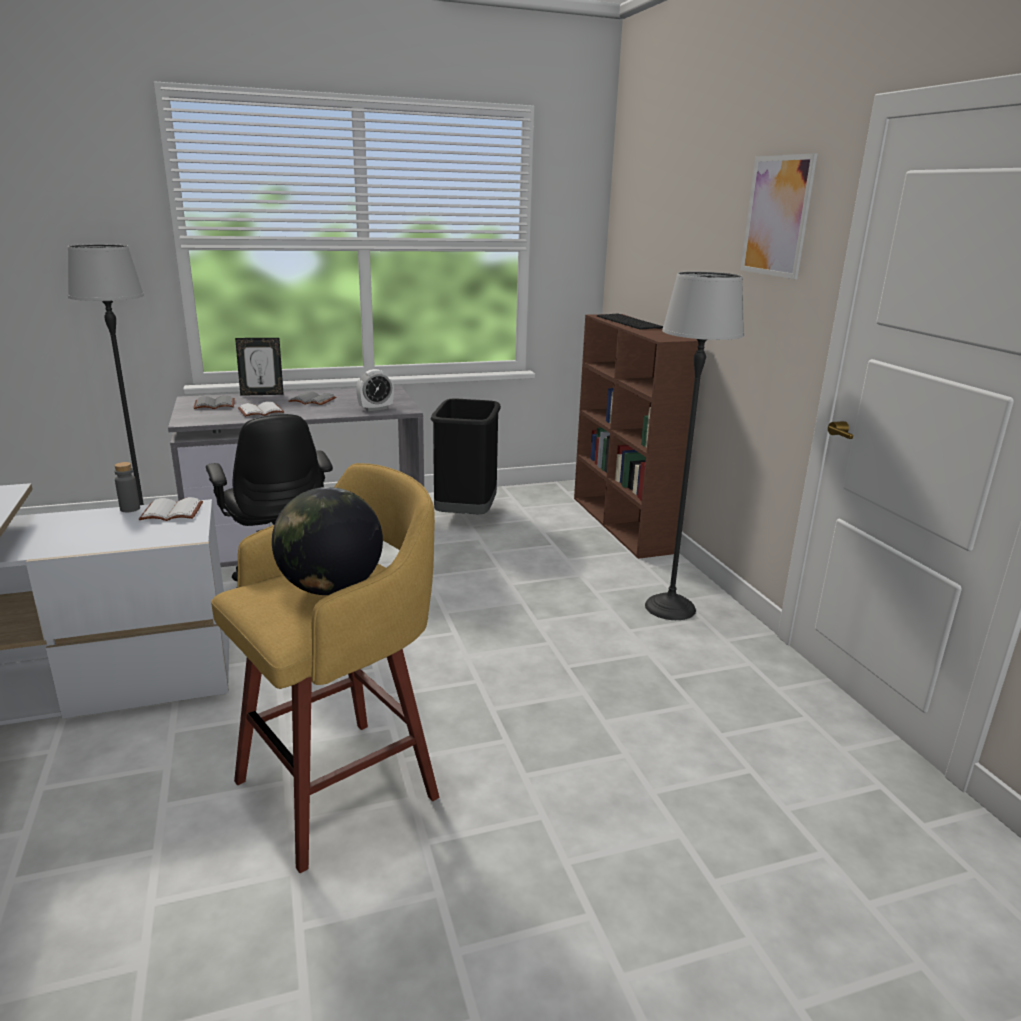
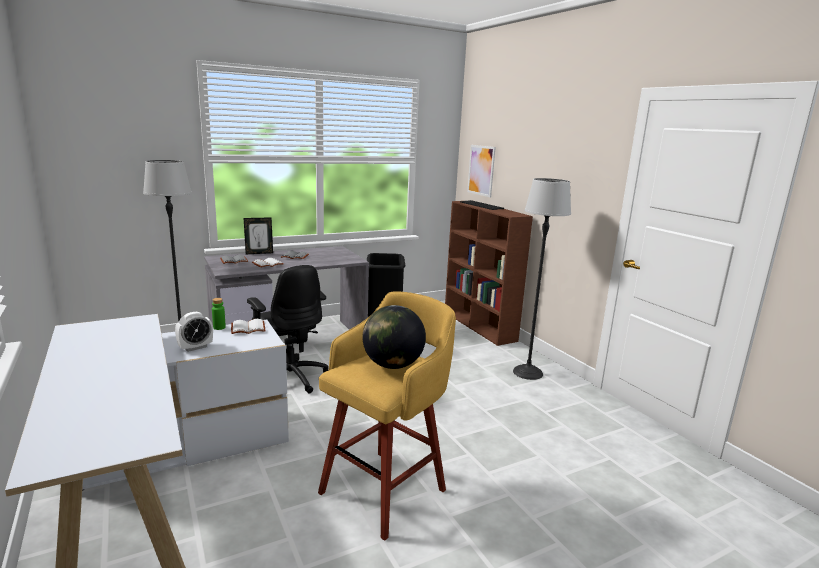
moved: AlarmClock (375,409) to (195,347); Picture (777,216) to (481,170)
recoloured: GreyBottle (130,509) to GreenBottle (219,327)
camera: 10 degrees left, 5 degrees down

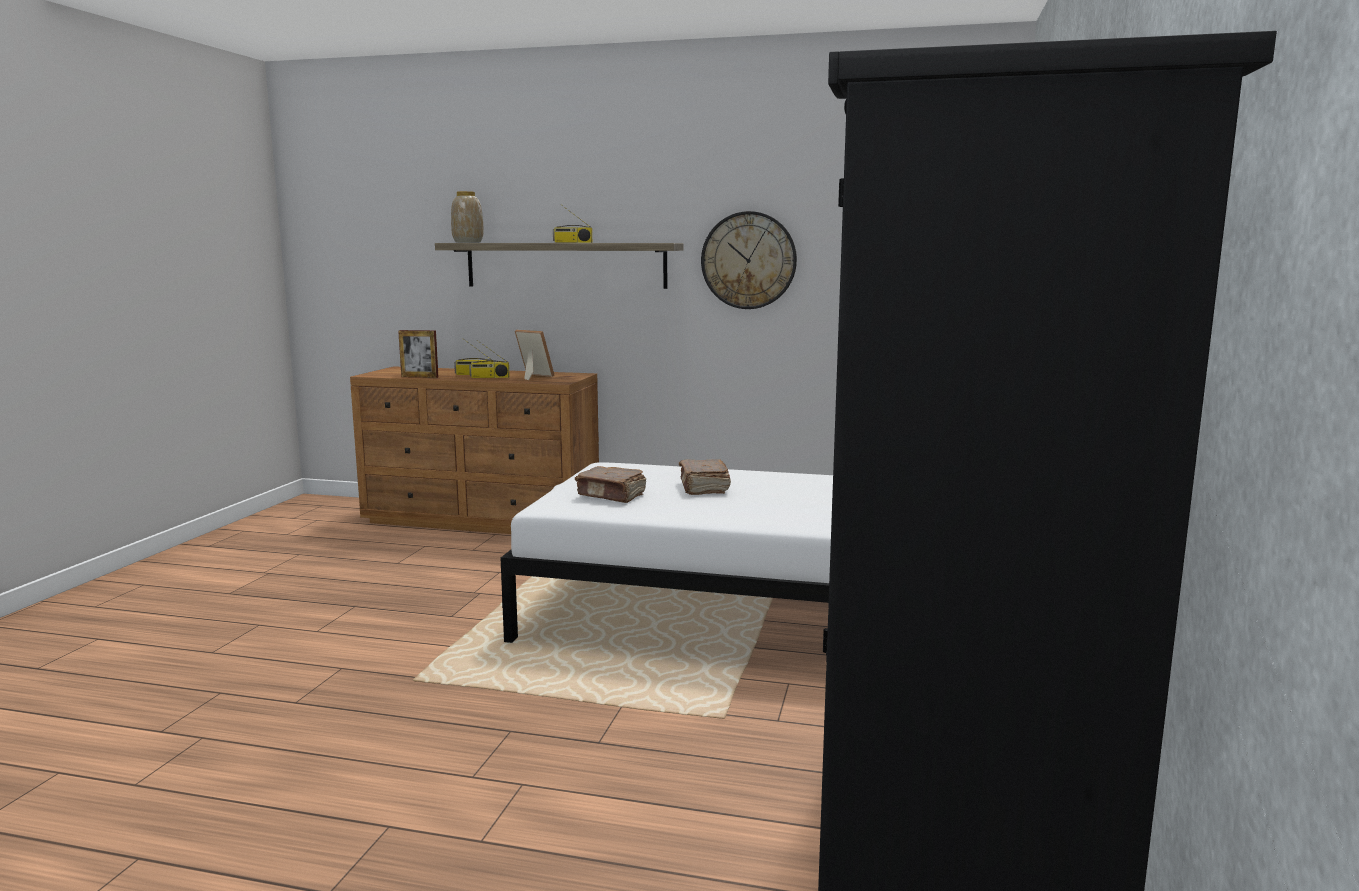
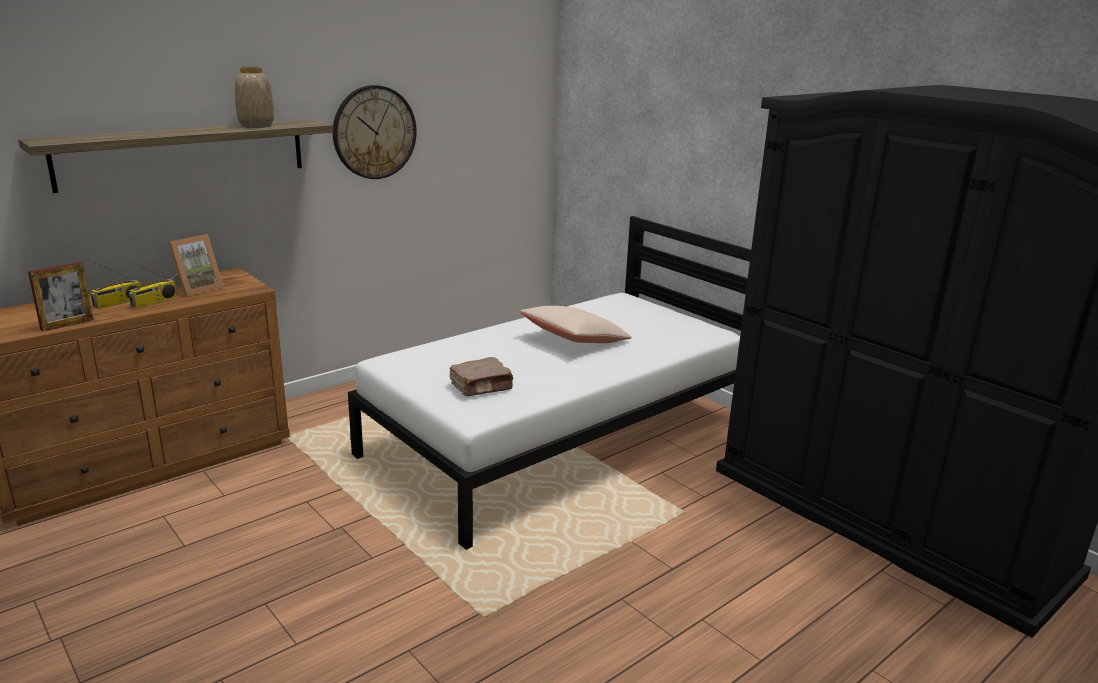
removed: Radio (572,242); BrownBook (703,487)
added: BeigePillow (574,340)
moved: Vase (468,242) to (256,126)
turned: PictureFrame (532,376) = (196,289) 150 degrees clockwise
camera: 55 degrees left, 10 degrees up

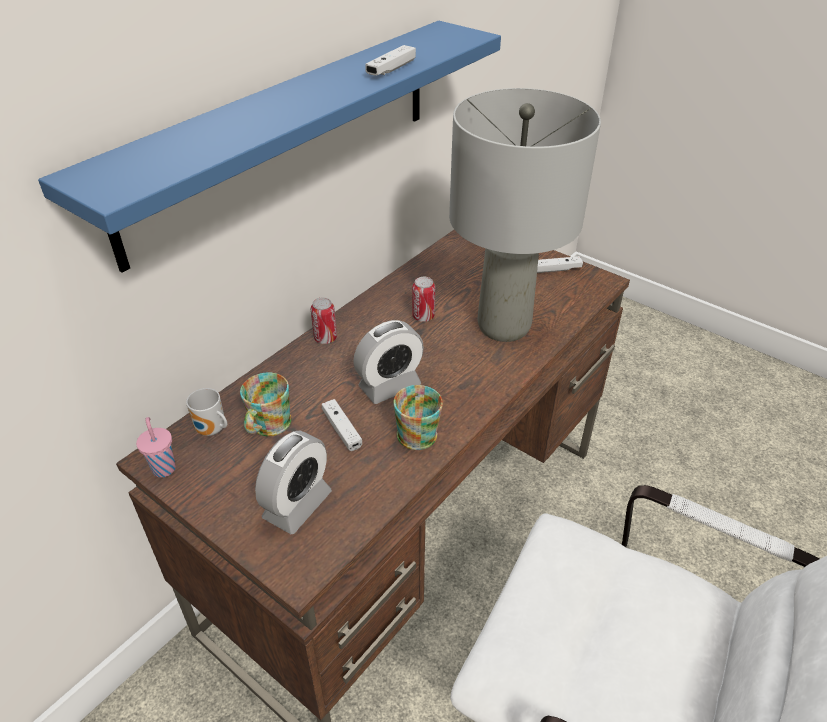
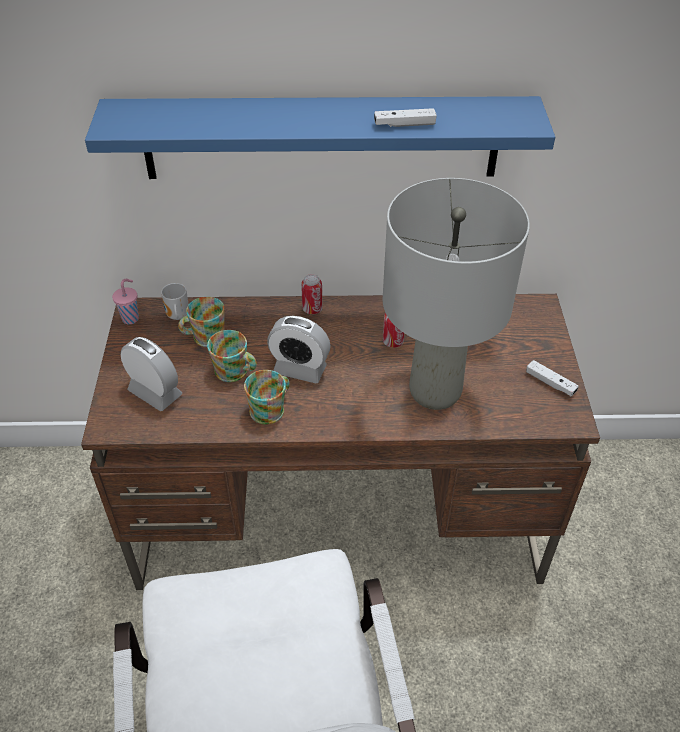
replaced: WhiteGameController (342,430) to Mug (235,372)
turned: AlarmClock (297,505) = (155,392) 135 degrees counterclockwise
camera: 50 degrees right, 5 degrees up

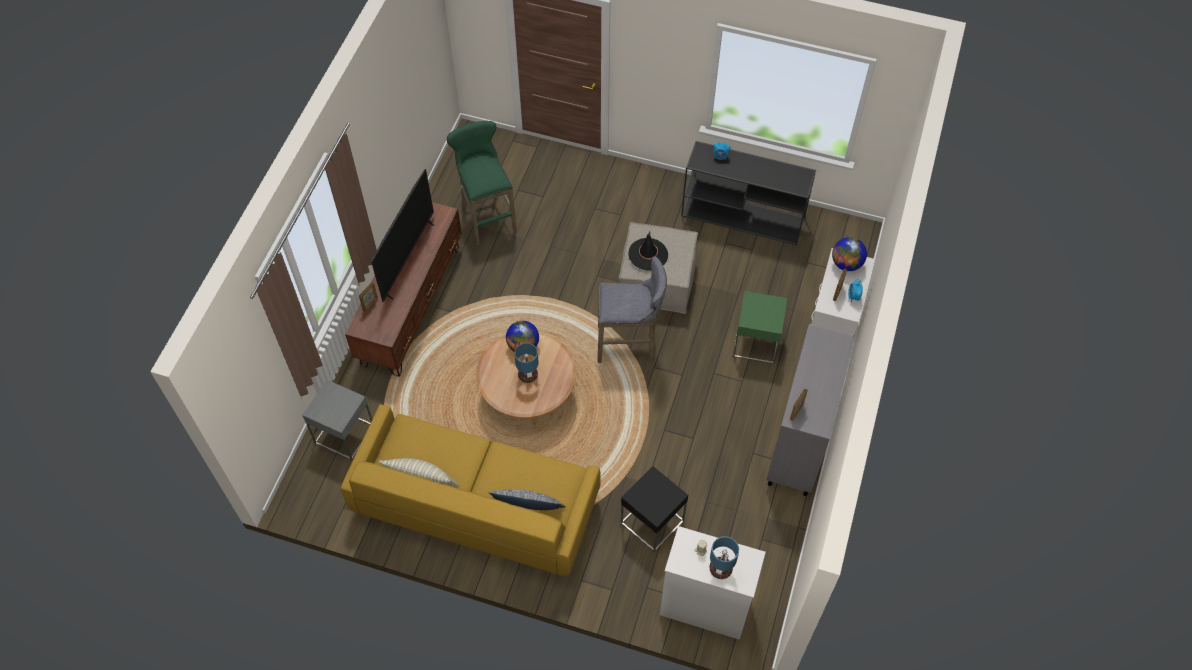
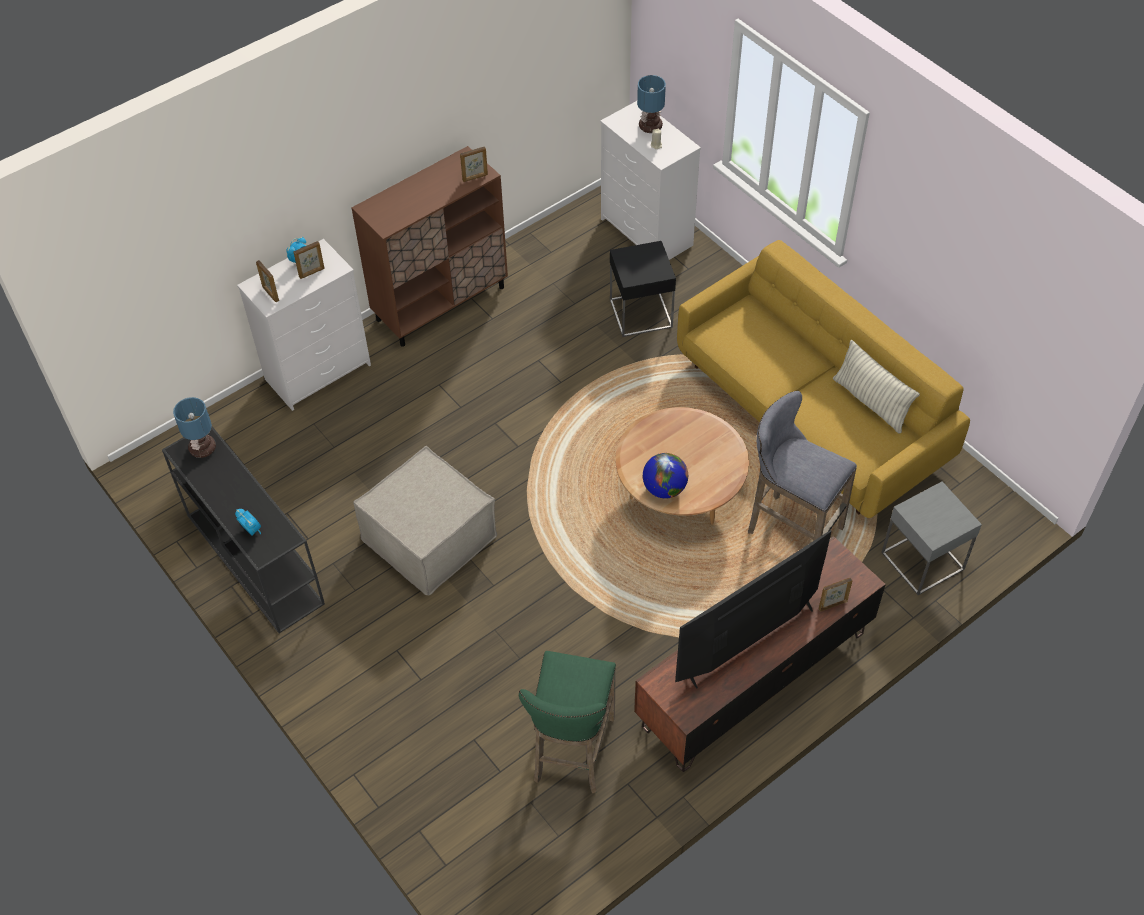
removed: Pillow (527,505); BlackHat (648,254); GreenSideTable (756,343)
moved: TableLamp (528,375) to (202,447); GreyStool (629,344) to (790,529)
replaced: Globe (846,264) to PictureFrame (270,294)
recoloured: GreyCabinet (799,444) to BrownCabinet (441,303)
camera: 145 degrees left, 5 degrees down

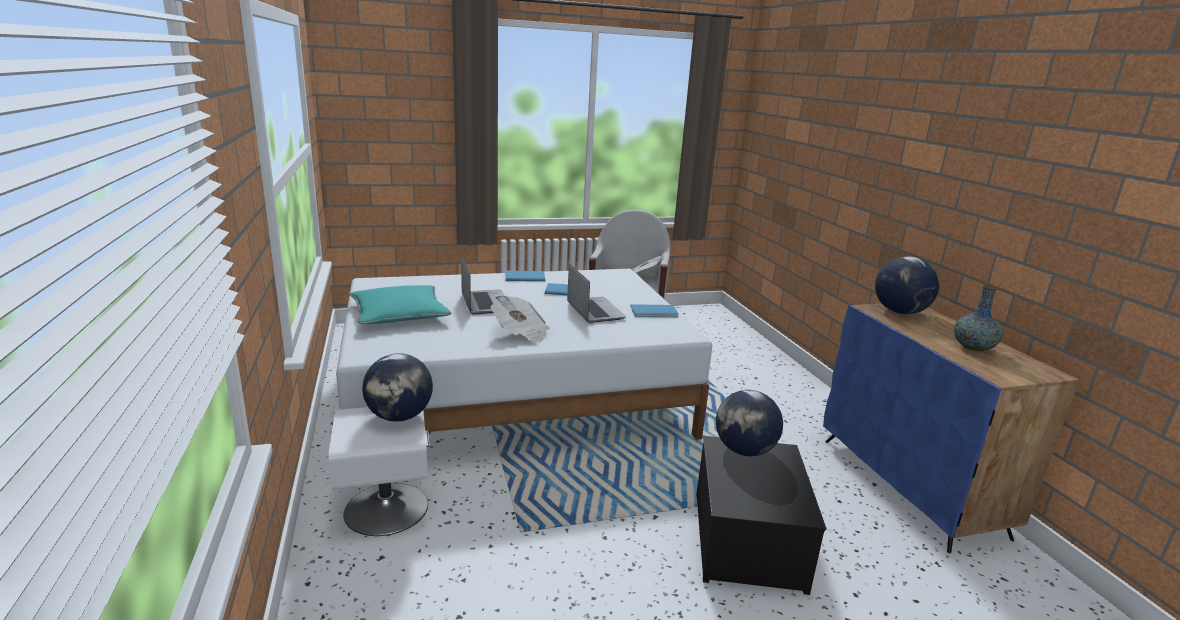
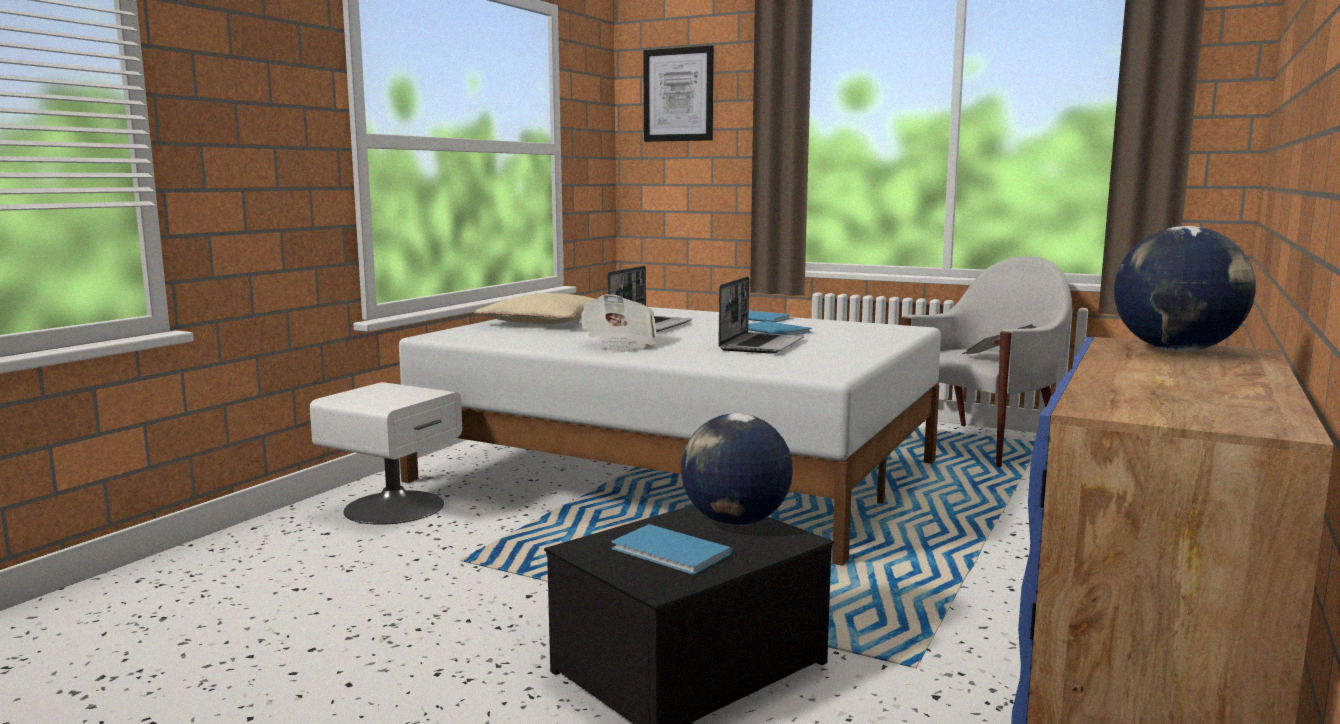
removed: Globe (399,417); Vase (973,348)
added: Picture (678,95)
moved: BlueBook (655,312) to (671,553)
recoloured: TurquoisePillow (399,313) to BeigePillow (545,321)
camera: 45 degrees right, 10 degrees down

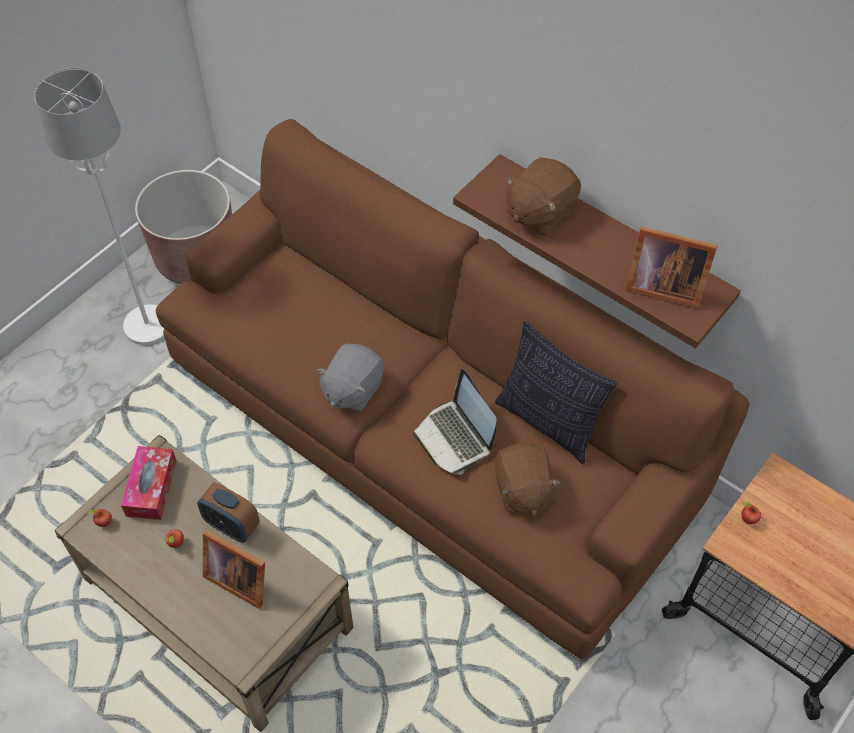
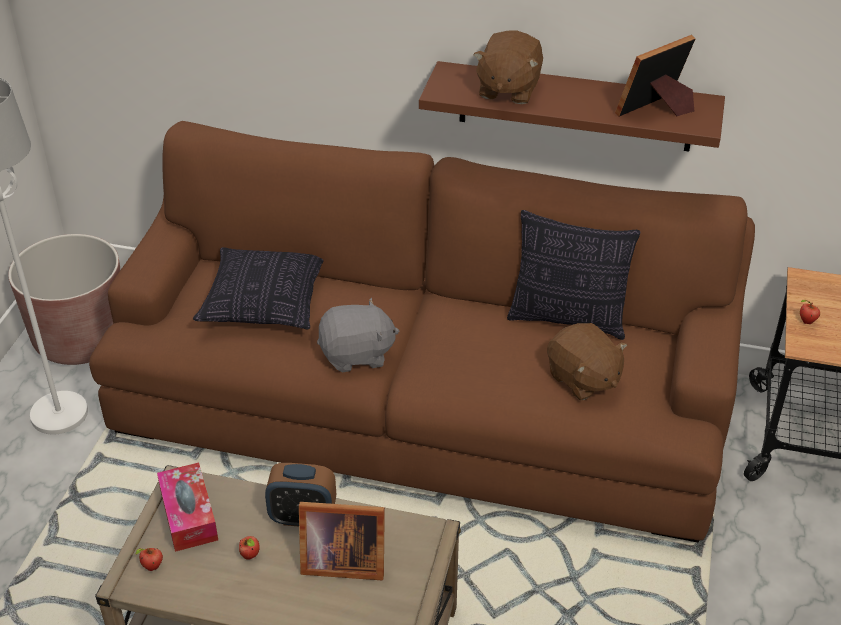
removed: Laptop (455,437)
added: Pillow (264,302)
turned: GreyPlushToy (352,389) = (357,355) 105 degrees counterclockwise; PictureFrame (661,285) = (657,110) 150 degrees clockwise
camera: 25 degrees left, 15 degrees down

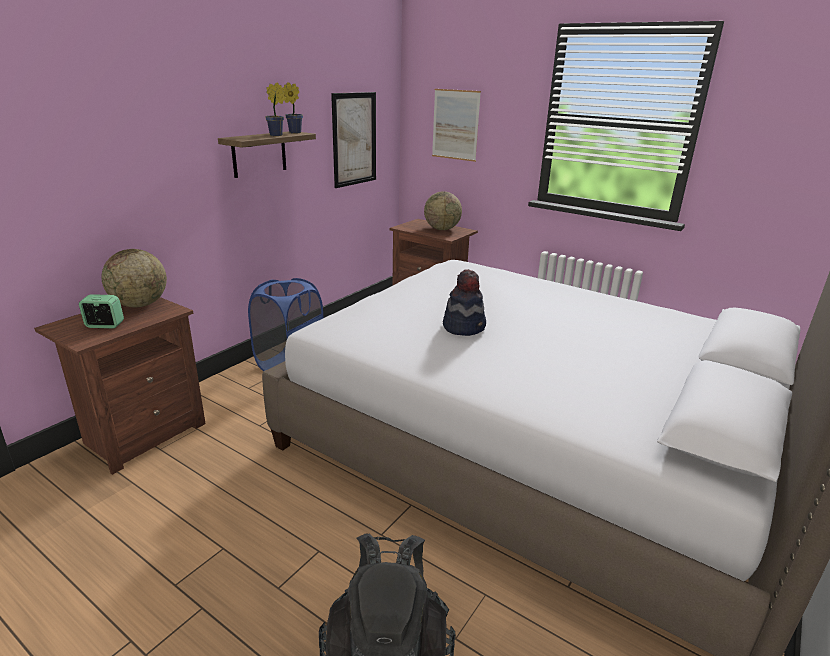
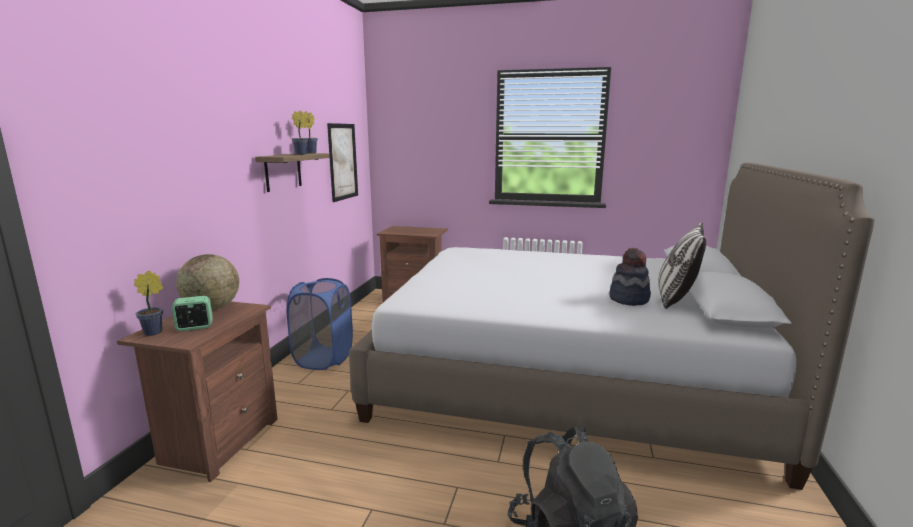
removed: Globe (442,229); Picture (455,125)
added: PottedPlant (155,332); Pillow (676,299)
moved: Hat (464,327) to (629,299)
camera: 20 degrees left, 10 degrees down

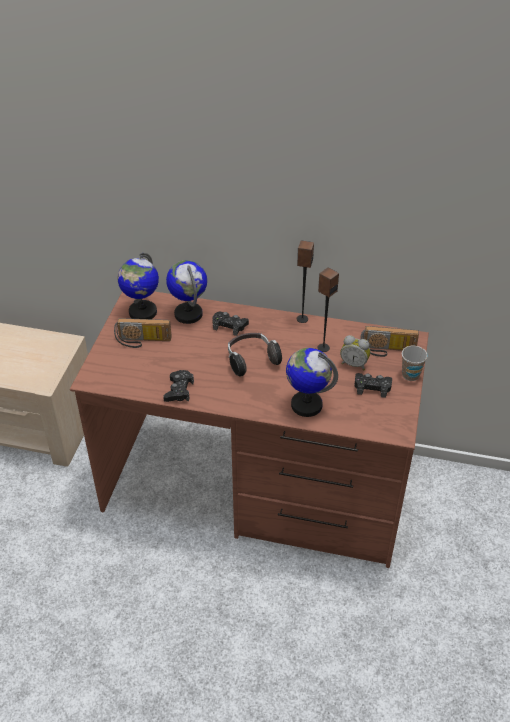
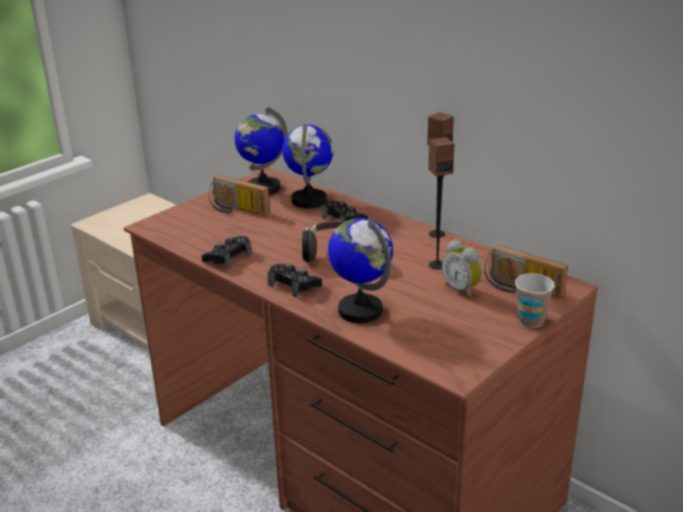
moved: BlackGameController (372,387) to (294,285)
camera: 30 degrees right, 15 degrees down

